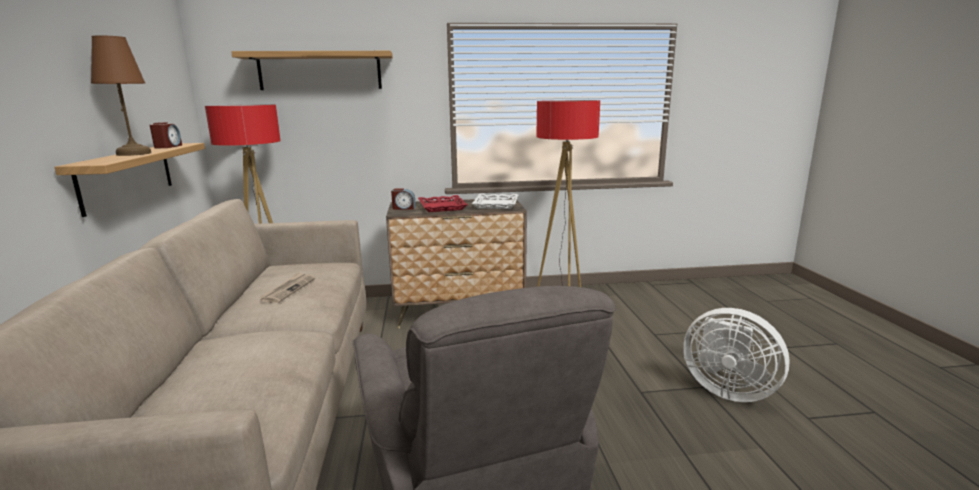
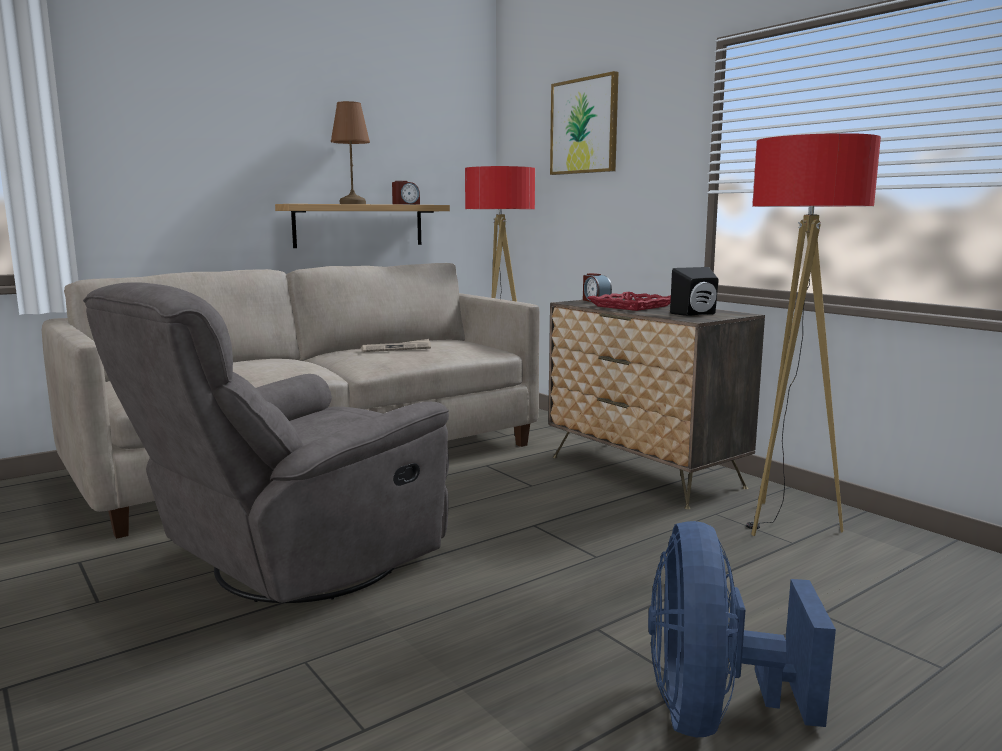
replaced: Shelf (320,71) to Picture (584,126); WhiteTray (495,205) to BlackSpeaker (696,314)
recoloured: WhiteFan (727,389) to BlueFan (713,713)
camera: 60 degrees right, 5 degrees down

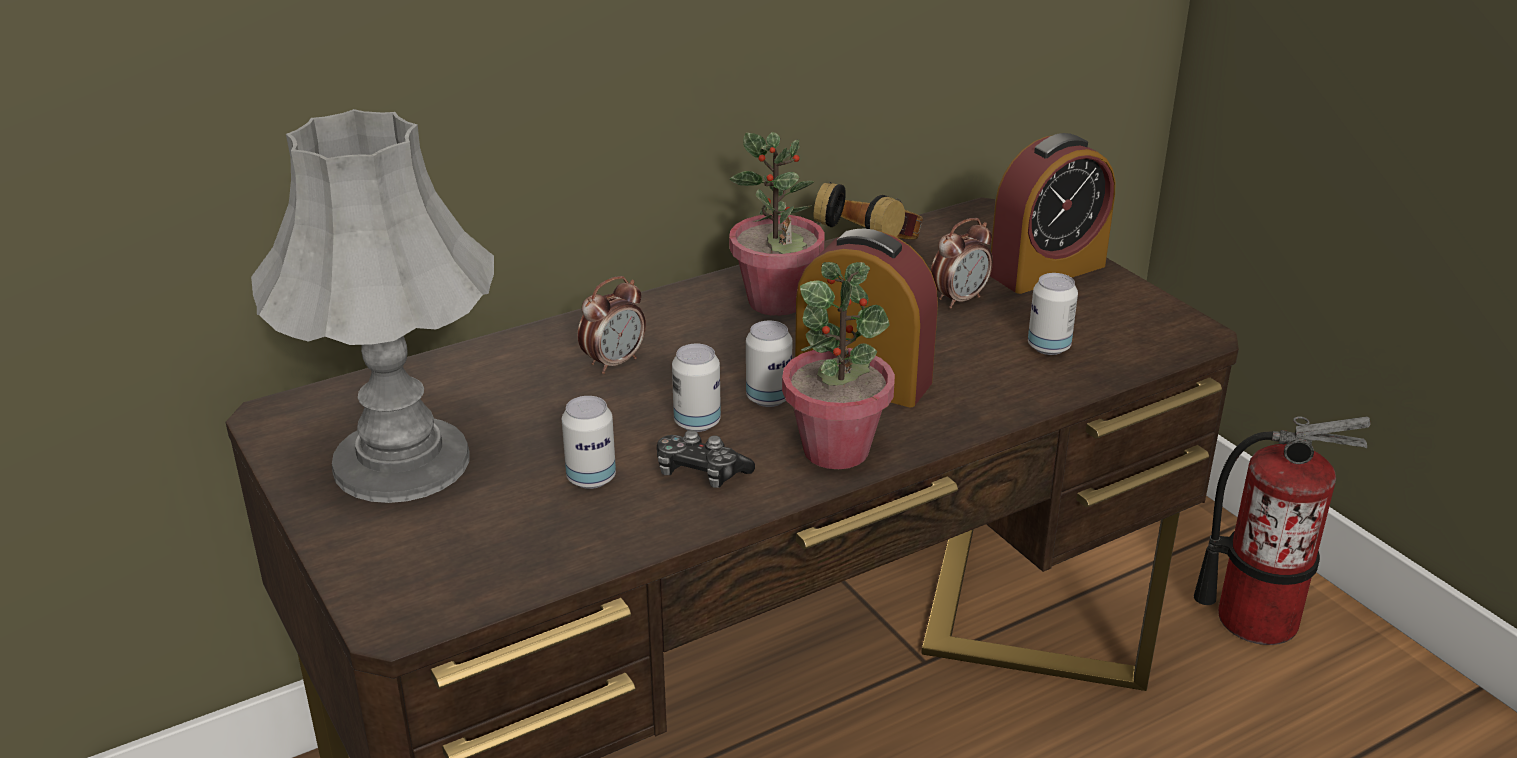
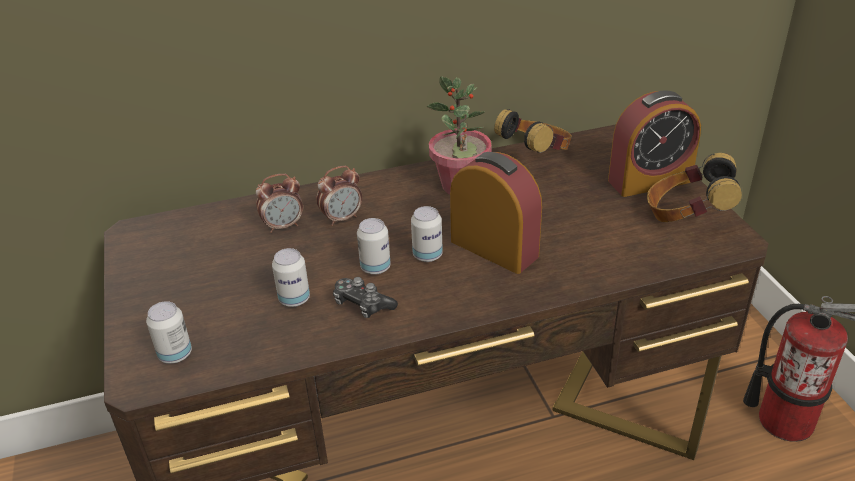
removed: GreyTableLamp (403,462); PottedPlant (836,450)
added: Headphones (686,216)
moved: AlarmClock (959,299) to (283,226); Can (1048,347) to (175,354)
camera: 15 degrees right, 5 degrees up

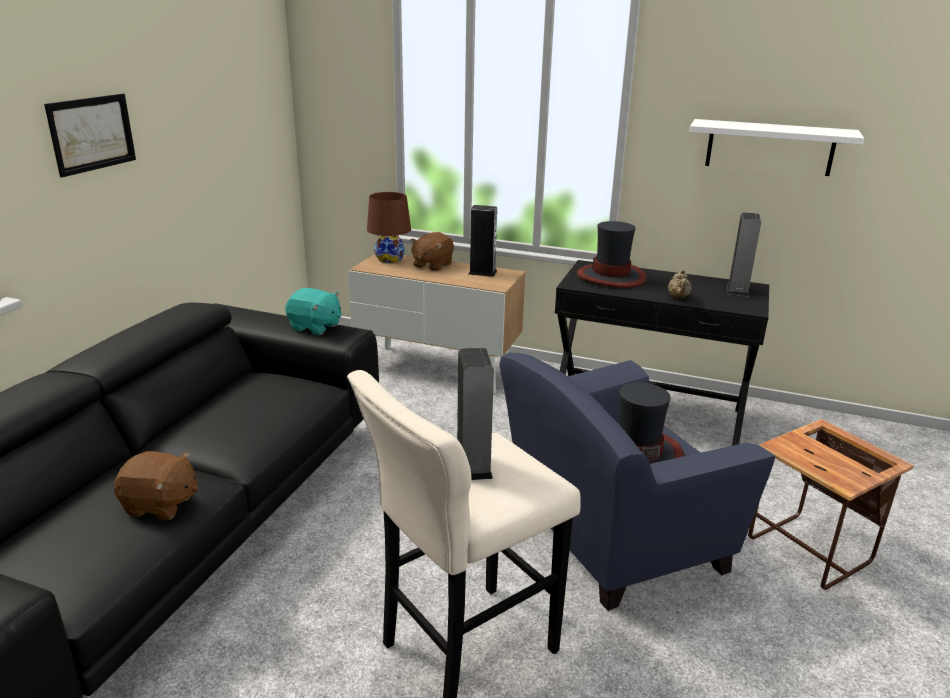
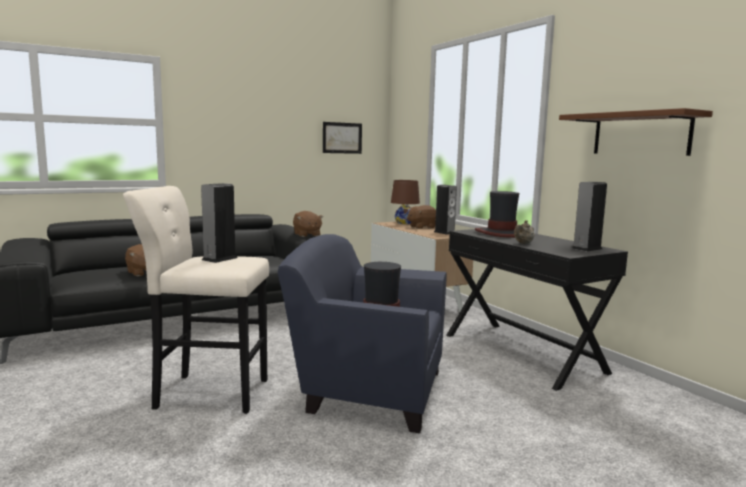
removed: SideTable (810,552)
moved: Picture (92,133) to (342,138)
recoloured: TurquoisePlushToy (315,327) to BrownPlushToy (307,235); WhiteShelf (769,147) to BrownShelf (640,134)
camera: 40 degrees right, 15 degrees down

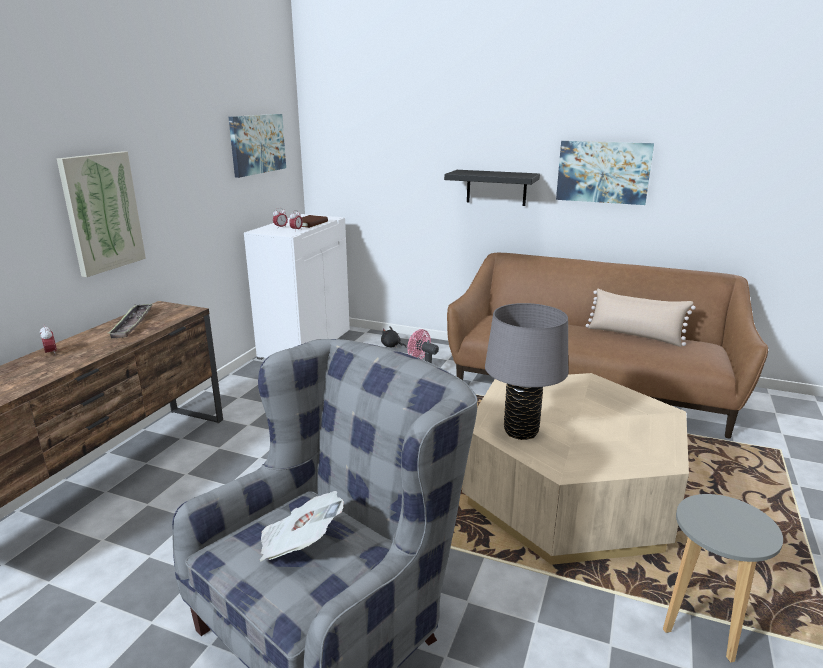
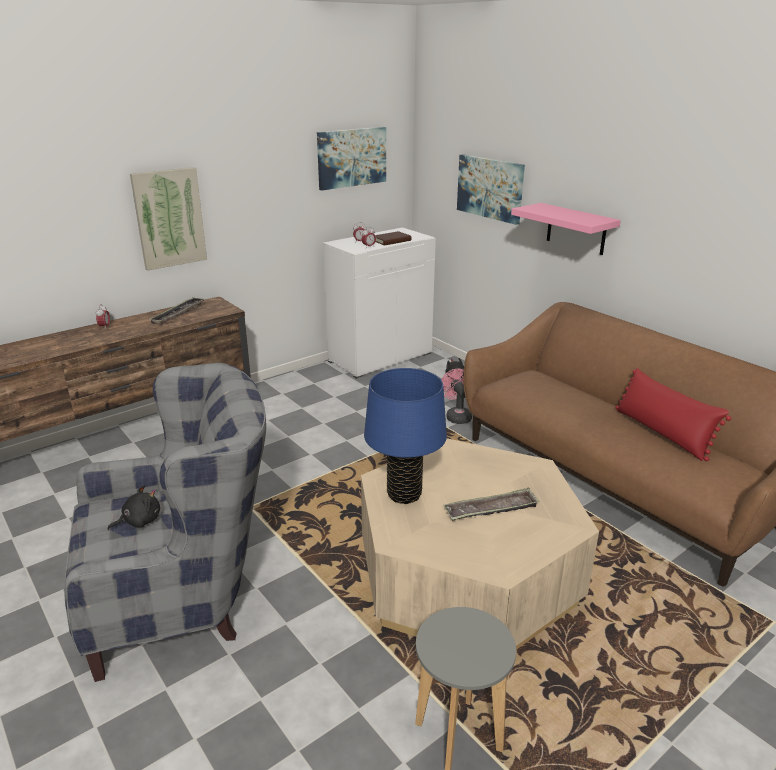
added: Tray (491,510)
moved: Picture (603,172) to (490,188)
replaced: Newspaper (300,544) to BlackPlushToy (139,521)
recoloured: BlackShelf (496,187) to PinkShelf (576,229); GreyTableLamp (521,431) to BlueTableLamp (404,494); BeigePillow (635,335) to RedPillow (662,433)
camera: 30 degrees right, 5 degrees up

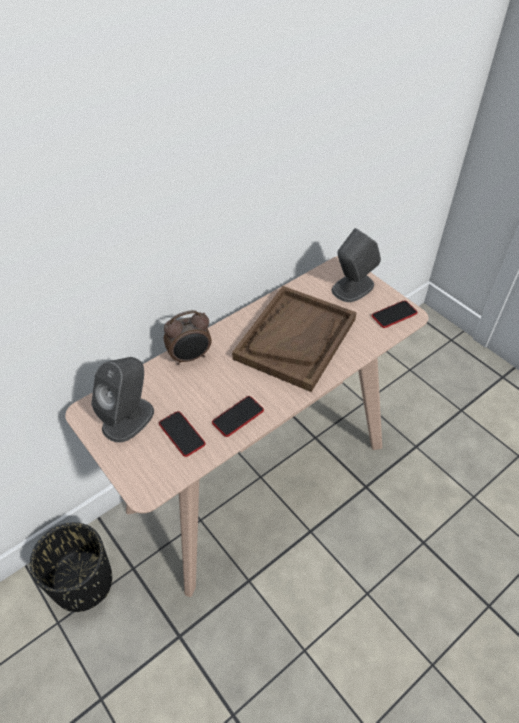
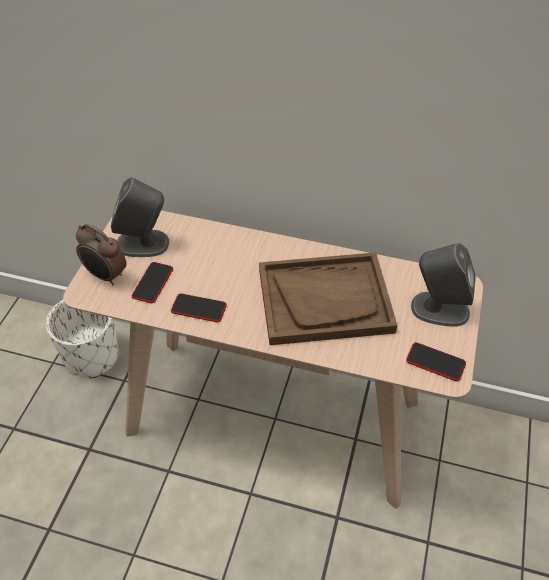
moved: AlarmClock (190,357) to (105,276)
recoloured: BlackPlanter (82,583) to WhitePlanter (91,356)
camera: 55 degrees right, 0 degrees up

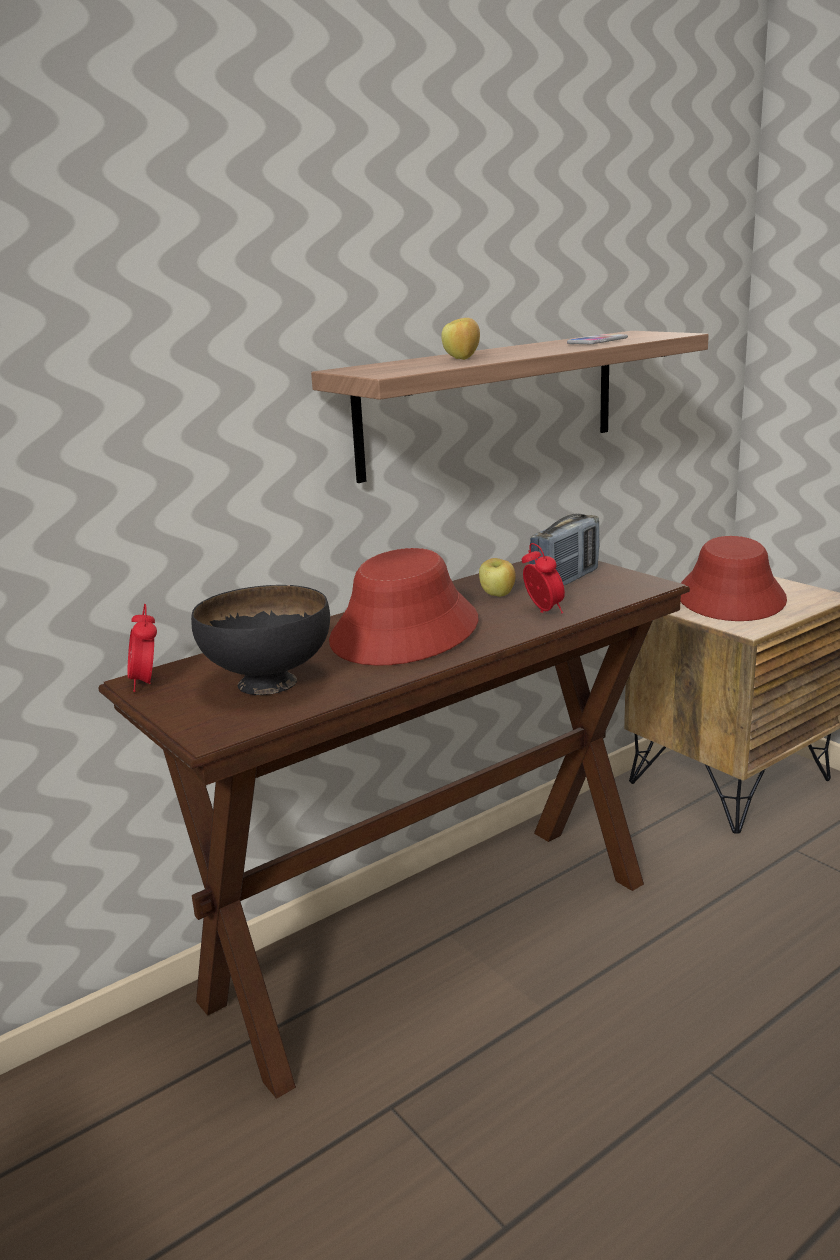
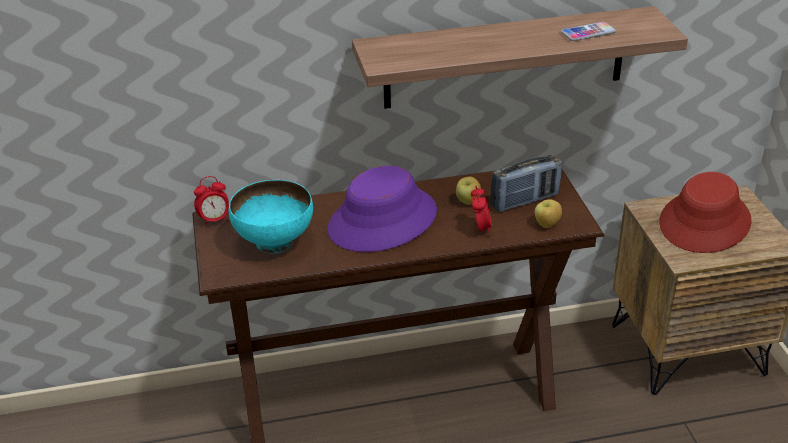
moved: Apple (462,359) to (547,225)
recoloured: BlackBowl (268,683) to TurquoiseBowl (274,243); RedHat (405,631) to PurpleHat (383,221)
turned: AlarmClock (146,683) = (214,220) 120 degrees counterclockwise
camera: 25 degrees right, 15 degrees up

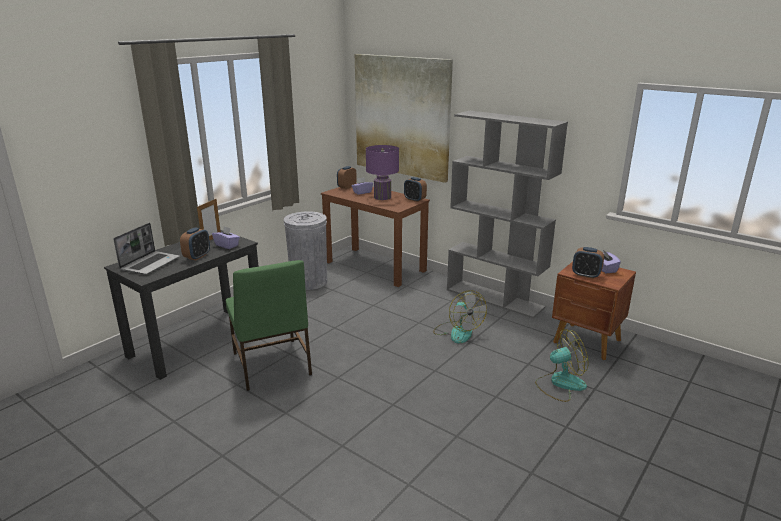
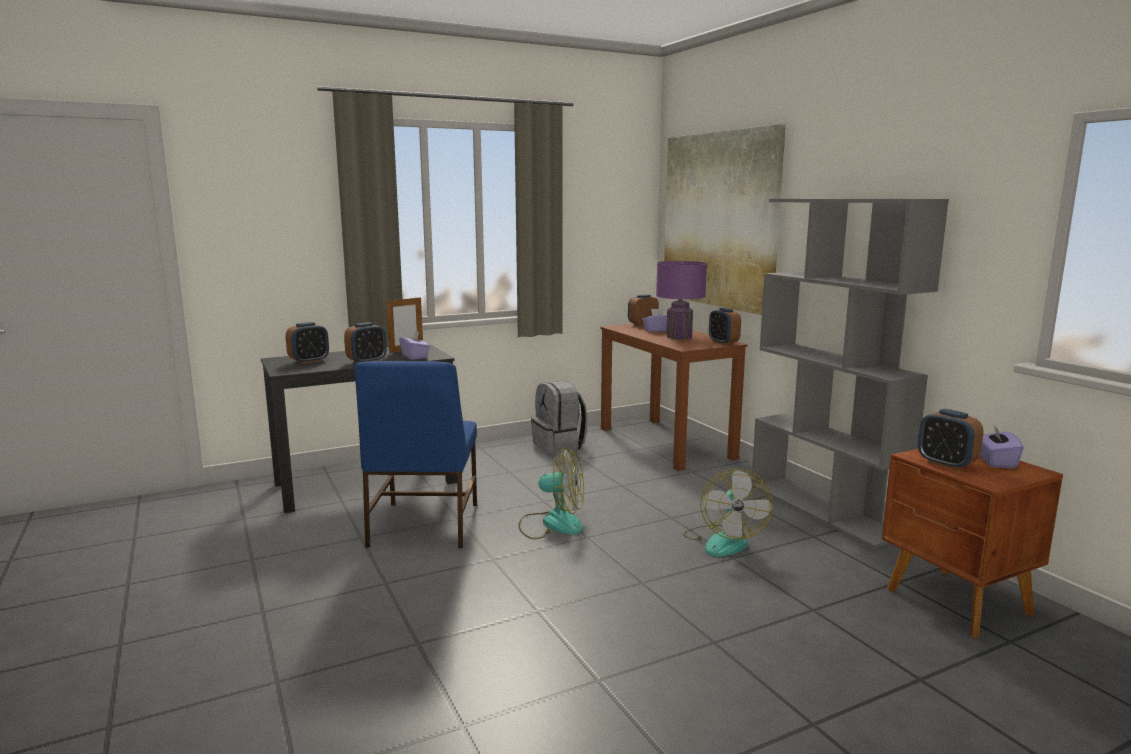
moved: Fan (560,384) to (552,523)
replaced: Laptop (150,263) to AlarmClock (309,361); GreyTrashCan (309,281) to GreyBackpack (559,446)
recoloured: GreenChair (271,365) to BlueChair (423,525)
camera: 25 degrees right, 10 degrees down

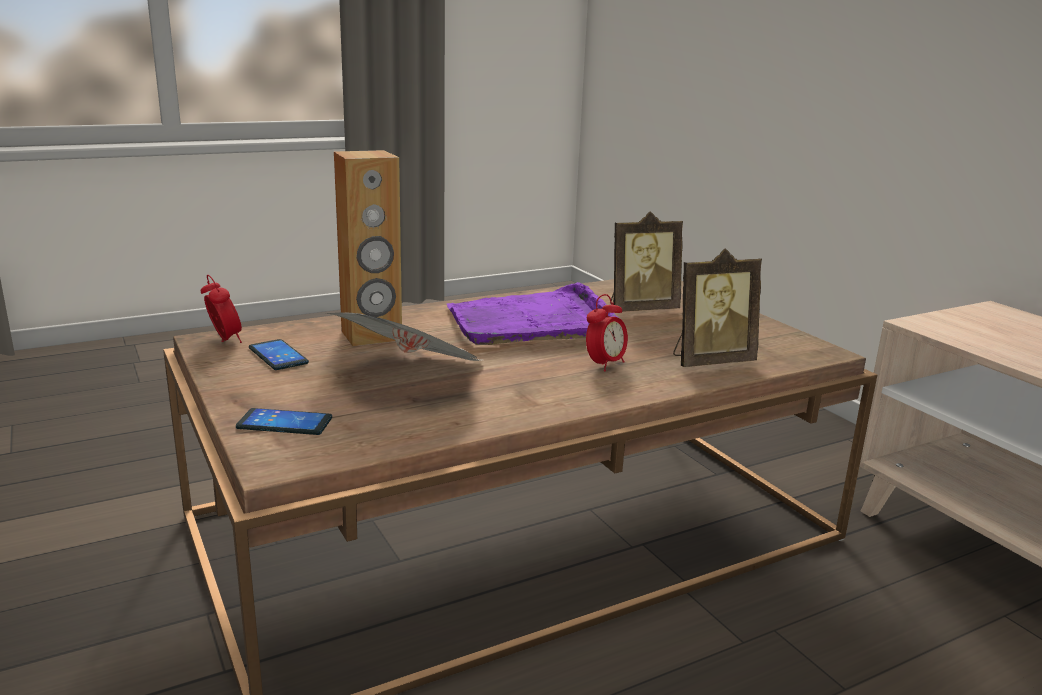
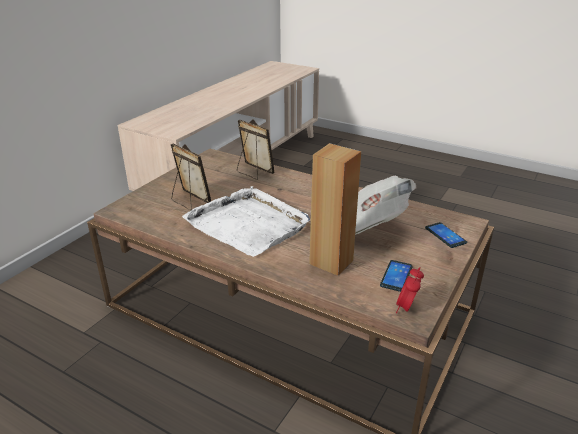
removed: AlarmClock (605,364)
recoloured: PurpleTray (531,322) to WhiteTray (248,224)
camera: 120 degrees left, 10 degrees up

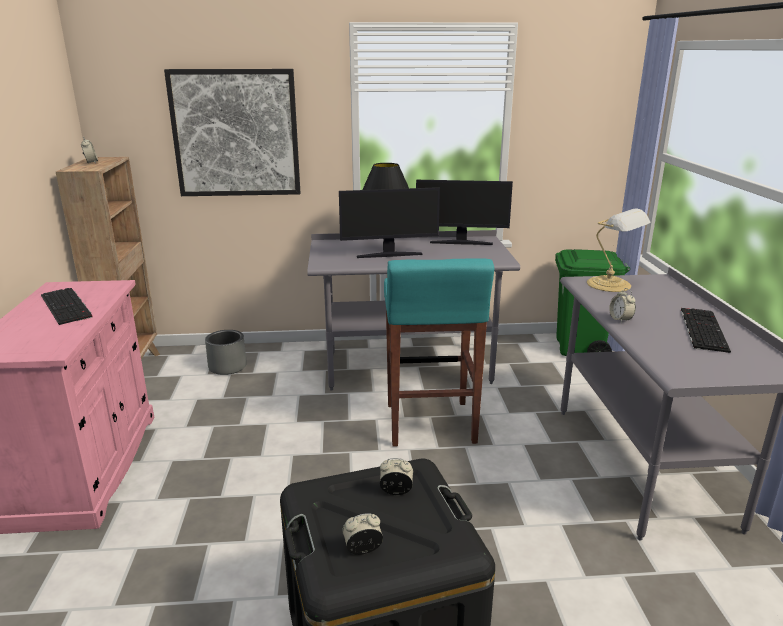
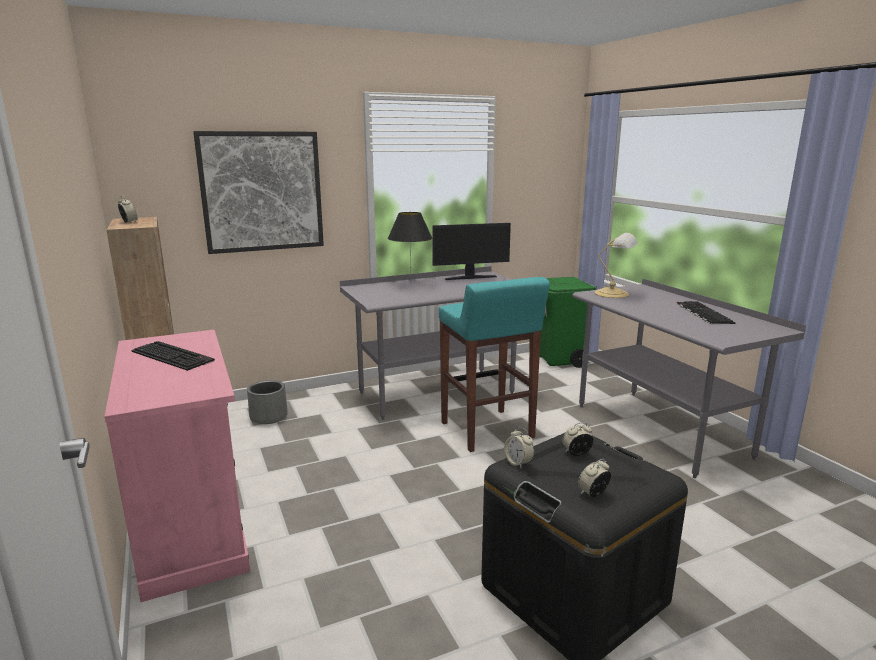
removed: Monitor (389,255)
moved: AlarmClock (620,319) to (518,463)
camera: 20 degrees left, 5 degrees down

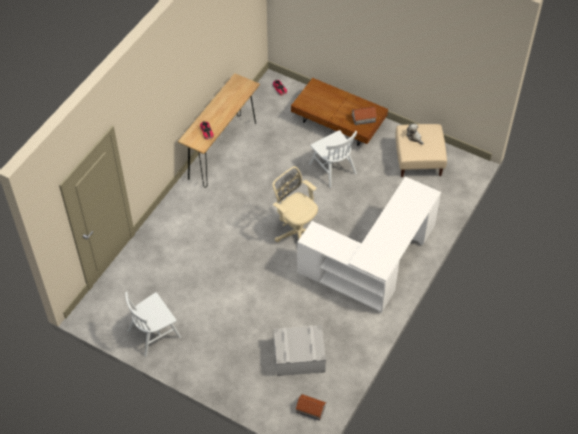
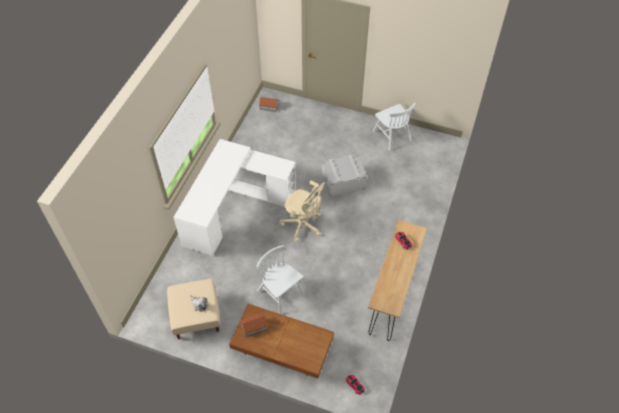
moved: GreyStorageBox (299,357) to (343,181)
turned: WhiteChair (154,333) = (392,136) 105 degrees clockwise
camera: 170 degrees right, 0 degrees up

